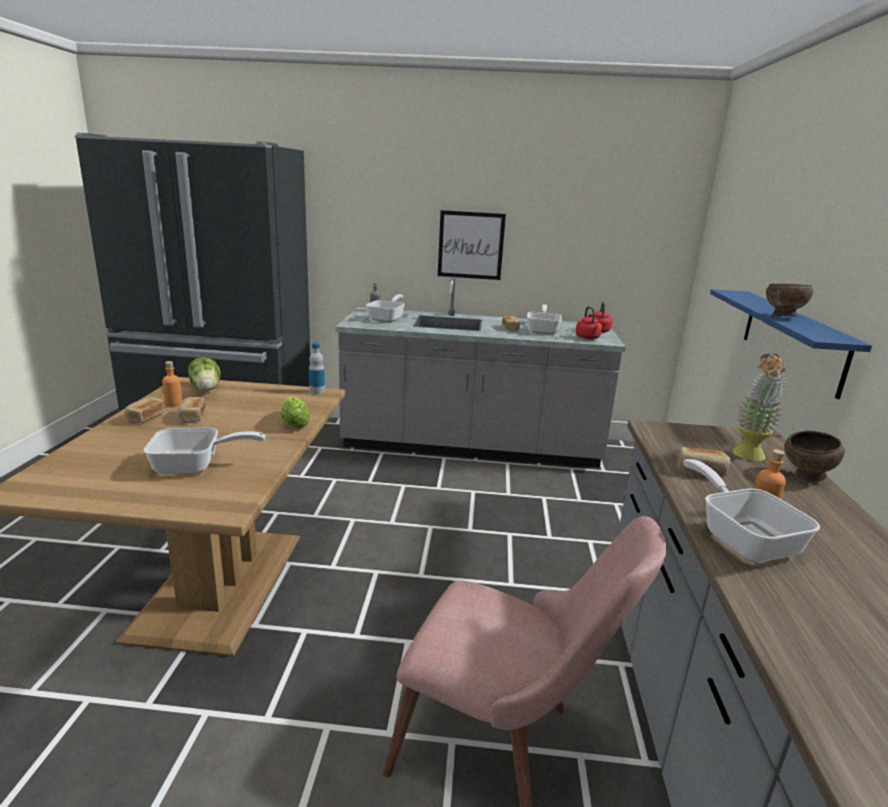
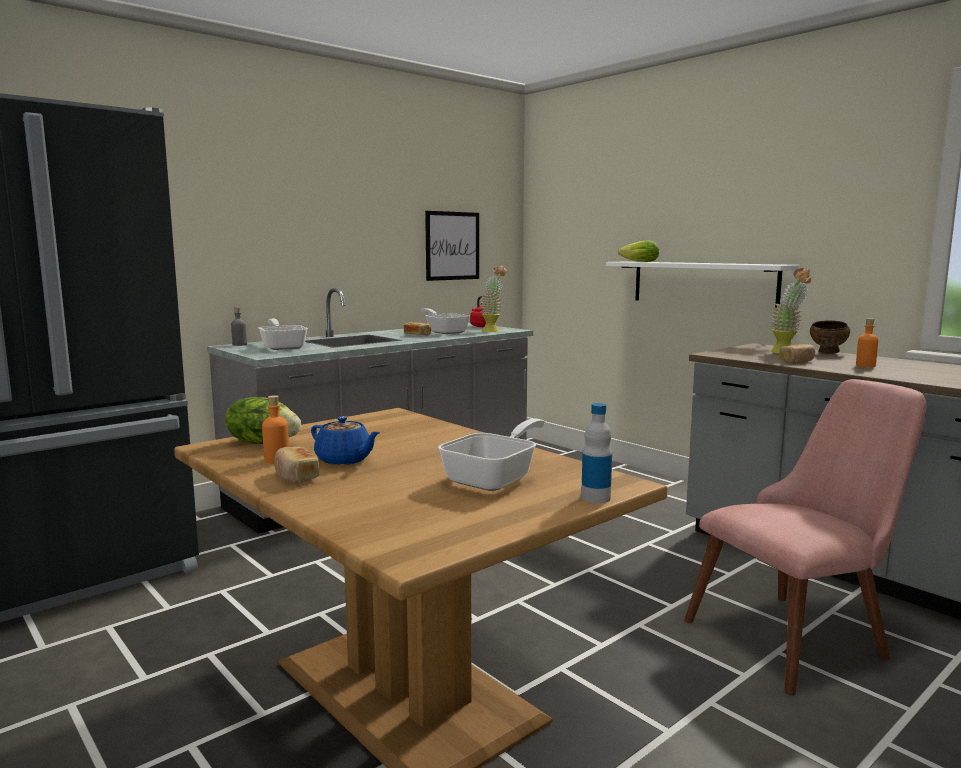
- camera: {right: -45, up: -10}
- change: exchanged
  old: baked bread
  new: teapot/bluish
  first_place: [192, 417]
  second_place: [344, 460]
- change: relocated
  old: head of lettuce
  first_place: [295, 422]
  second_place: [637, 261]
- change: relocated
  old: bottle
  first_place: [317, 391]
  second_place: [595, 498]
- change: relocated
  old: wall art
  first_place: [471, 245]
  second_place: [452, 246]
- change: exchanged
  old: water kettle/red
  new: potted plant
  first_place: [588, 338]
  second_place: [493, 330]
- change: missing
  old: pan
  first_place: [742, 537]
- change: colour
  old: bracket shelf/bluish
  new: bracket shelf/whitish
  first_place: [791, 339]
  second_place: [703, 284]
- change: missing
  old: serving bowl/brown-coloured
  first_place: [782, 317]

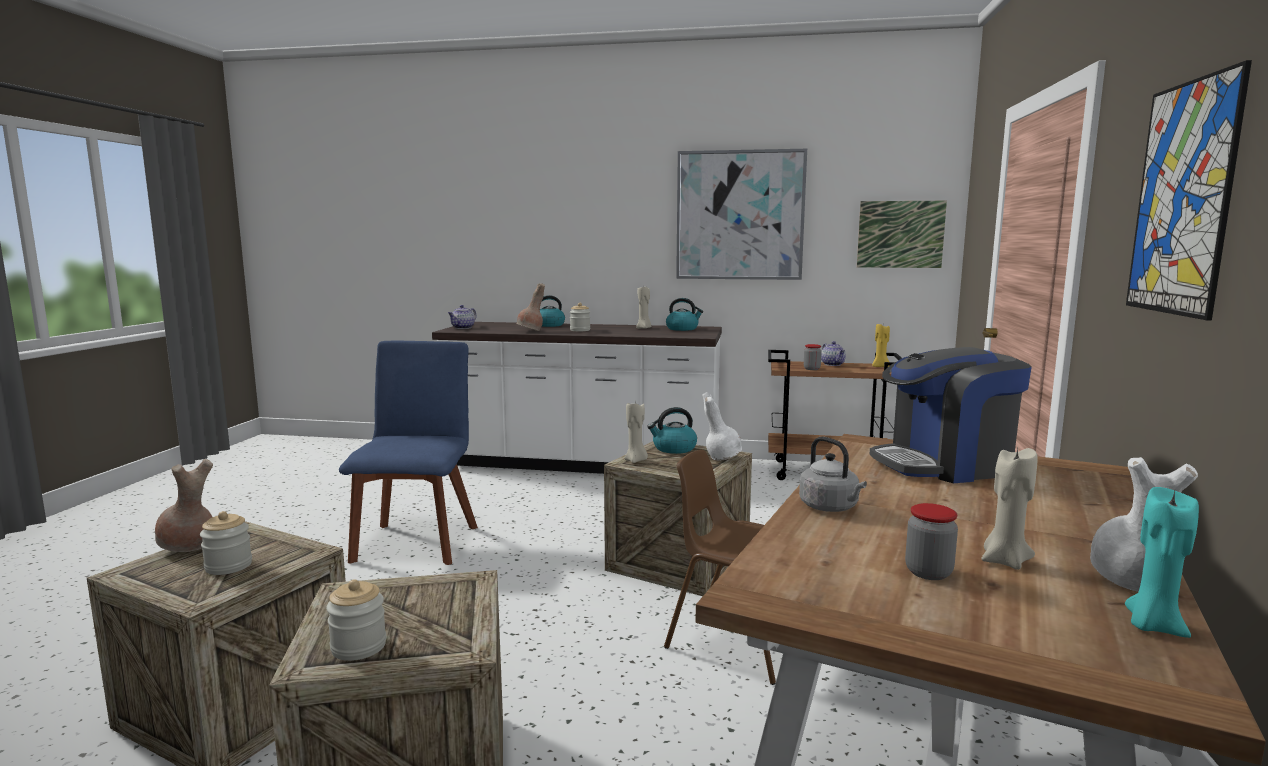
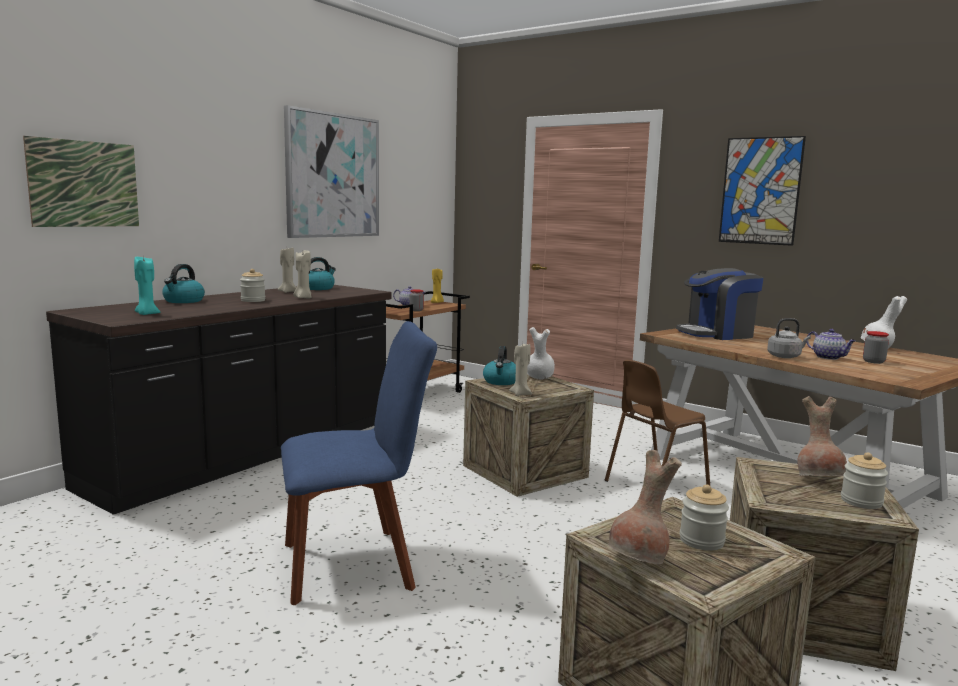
- camera: {right: -65, up: 0}
- change: spun
  old: chair/bluish
  first_place: [417, 541]
  second_place: [355, 564]
  degrees: 135
- change: colour
  old: kitchen base unit/whitish
  new: kitchen base unit/blackish
  first_place: [582, 464]
  second_place: [249, 455]
- change: relocated
  old: teapot
  first_place: [462, 328]
  second_place: [829, 357]
- change: relocated
  old: vase/brown-coloured
  first_place: [531, 331]
  second_place: [819, 480]
- change: relocated
  old: wall art
  first_place: [900, 234]
  second_place: [84, 184]
- change: spun
  old: coffee machine
  first_place: [945, 465]
  second_place: [717, 334]
  degrees: 60
- change: relocated
  old: wax candle/beige-coloured
  first_place: [1004, 561]
  second_place: [303, 298]
- change: relocated
  old: wax candle/blue-green
  first_place: [1152, 626]
  second_place: [146, 314]

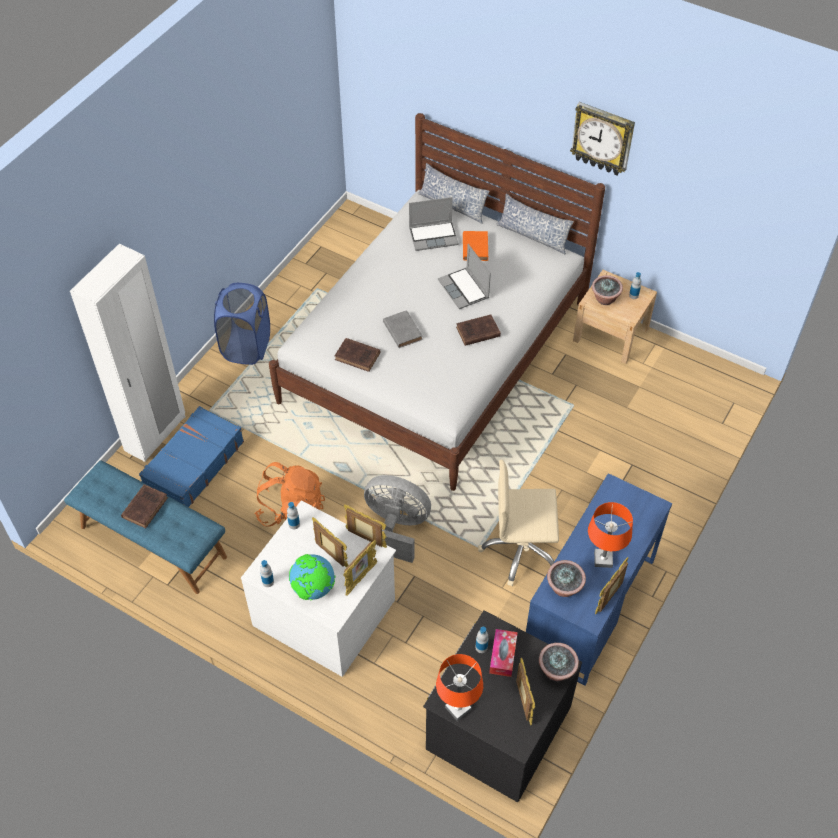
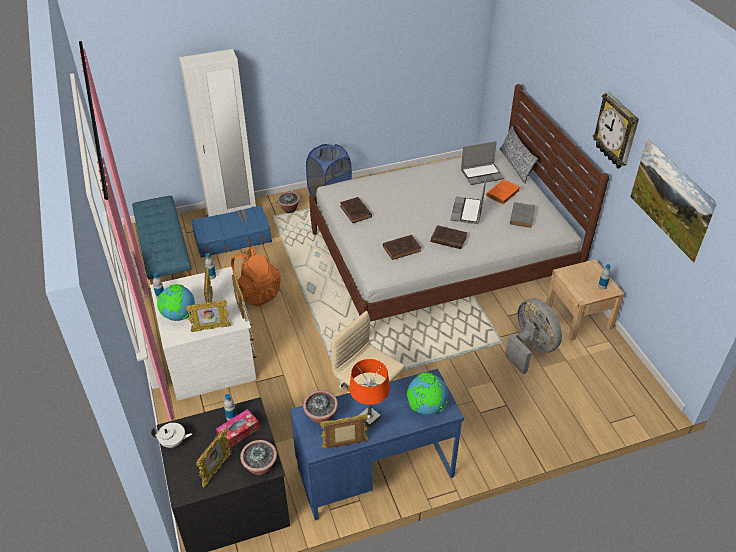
- camera: {right: 40, up: -10}
- change: relocated
  old: book/brown-coloured
  first_place: [145, 506]
  second_place: [402, 248]
- change: relocated
  old: fan/gray
  first_place: [397, 527]
  second_place: [530, 348]
- change: relocated
  old: book/gray
  first_place: [402, 330]
  second_place: [522, 216]
- change: spun
  old: portable computer
  first_place: [434, 236]
  second_place: [482, 174]
  degrees: -45
- change: exchanged
  old: lamp for a table/orangey
  new: teapot/whitish
  first_place: [458, 709]
  second_place: [173, 442]
- change: missing
  old: cushion
  first_place: [533, 236]
- change: relocated
  old: potted plant
  first_place: [605, 299]
  second_place: [289, 209]
- change: appeared
  new: world globe
  second_place: [426, 407]
- change: appeared
  new: wall art
  second_place: [665, 214]

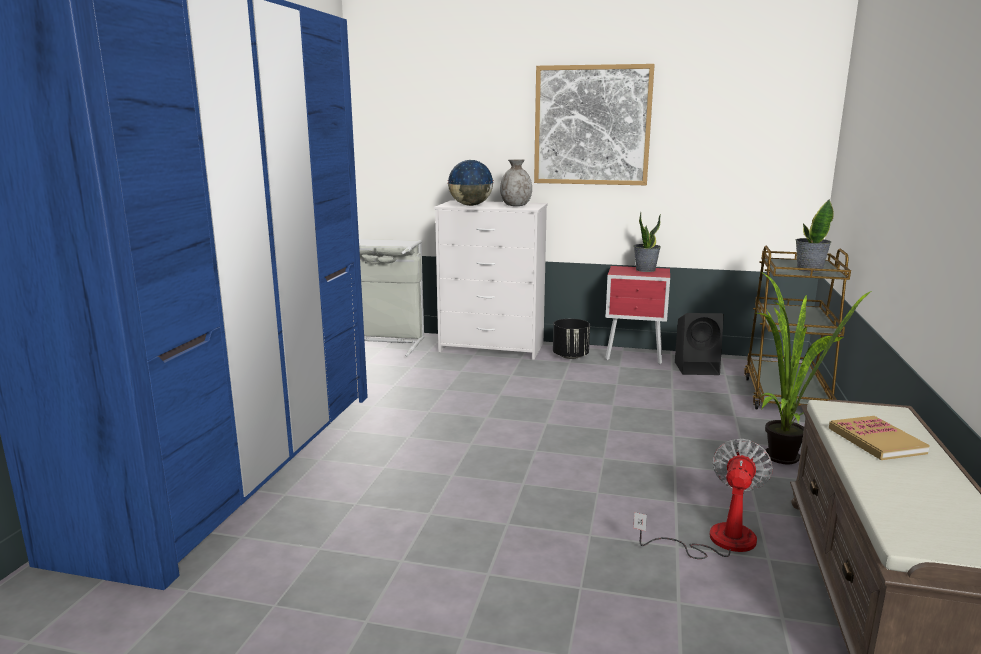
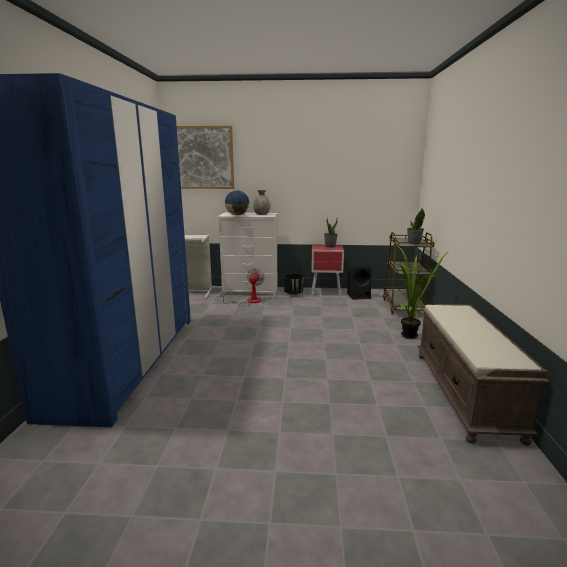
- camera: {right: -10, up: 0}
- change: relocated
  old: wall art
  first_place: [592, 125]
  second_place: [203, 158]
- change: relocated
  old: fan
  first_place: [716, 541]
  second_place: [249, 301]
- change: missing
  old: book
  first_place: [876, 441]

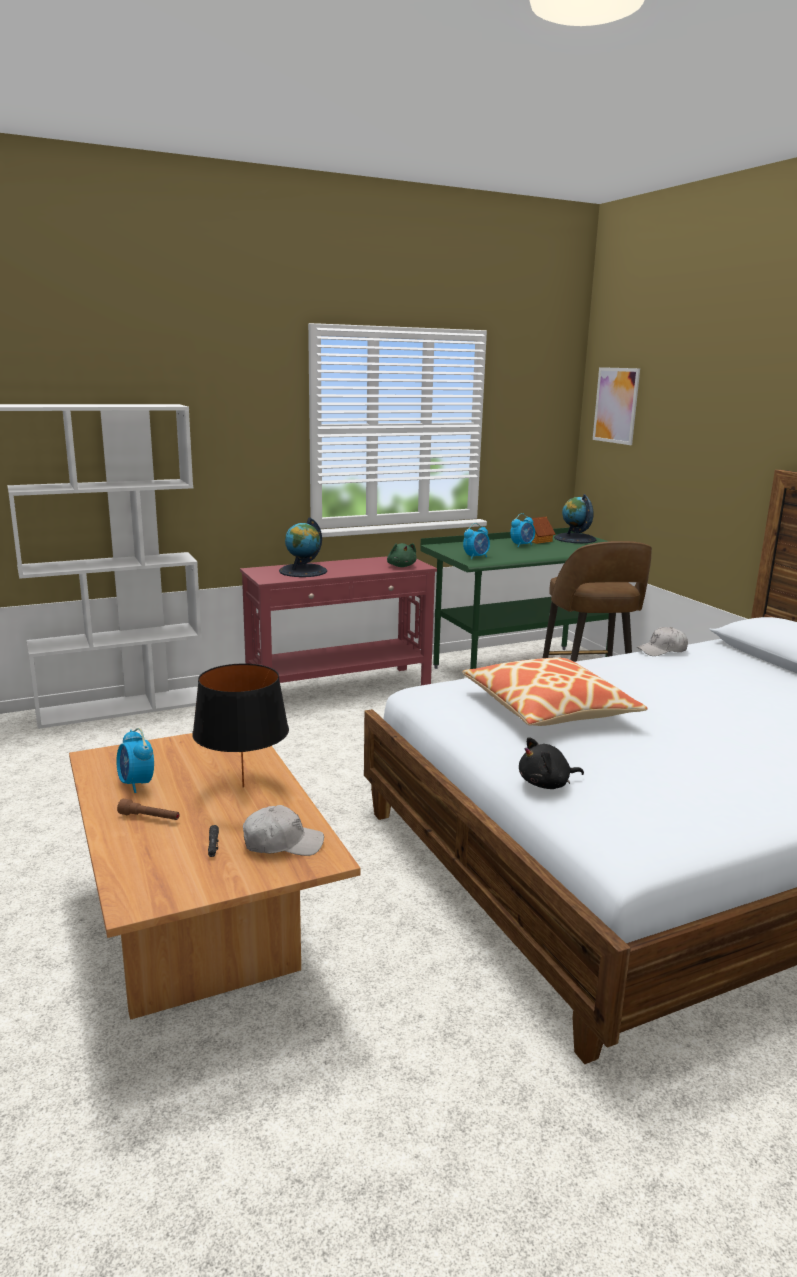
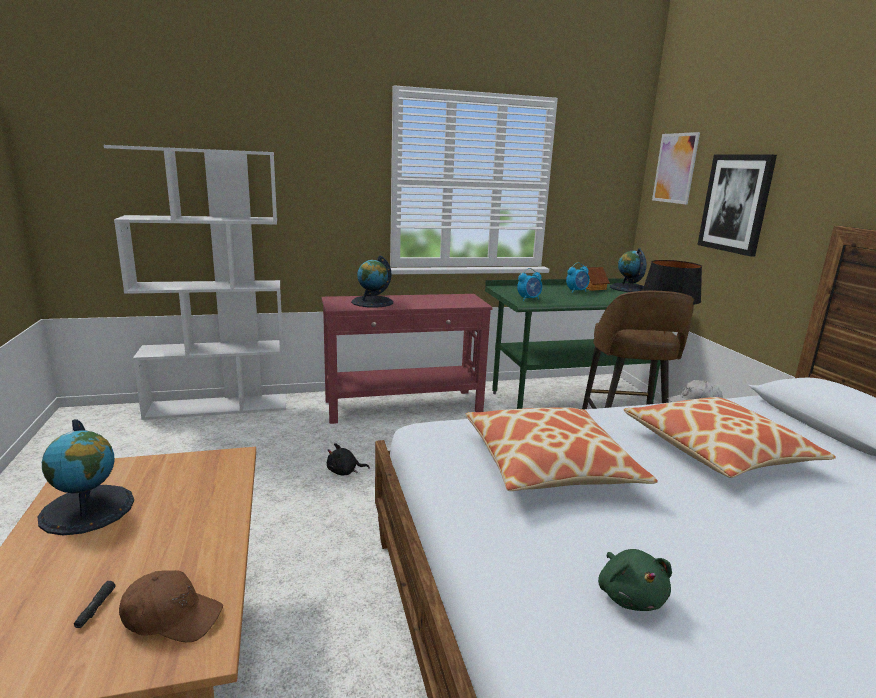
- camera: {right: 10, up: 0}
- change: exchanged
  old: alarm clock
  new: world globe
  first_place: [136, 784]
  second_place: [88, 509]
- change: missing
  old: flashlight/brown-coloured
  first_place: [149, 818]
- change: relocated
  old: lamp for a table/blackish
  first_place: [243, 787]
  second_place: [664, 333]
- change: colour
  old: cap/whitish
  new: cap/brown-coloured
  first_place: [282, 843]
  second_place: [172, 617]
- change: relocated
  old: plush toy/greenish
  first_place: [401, 566]
  second_place: [630, 596]
- change: relocated
  old: plush toy/blackish
  first_place: [547, 784]
  second_place: [344, 472]
- change: appeared
  new: cushion
  second_place: [718, 451]
- change: appeared
  new: wall art
  second_place: [736, 203]

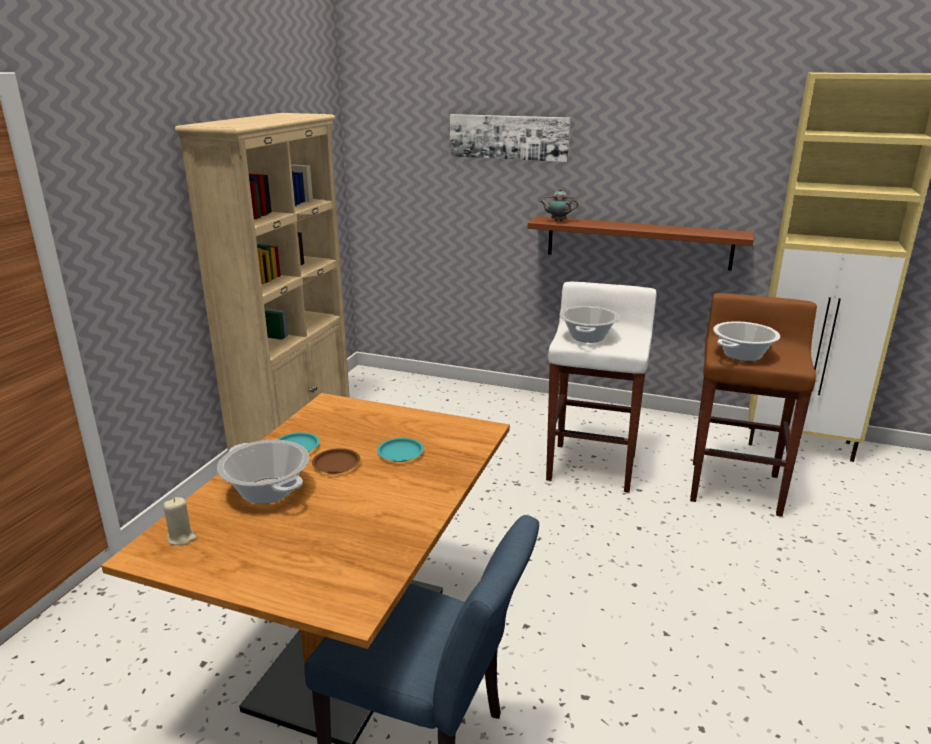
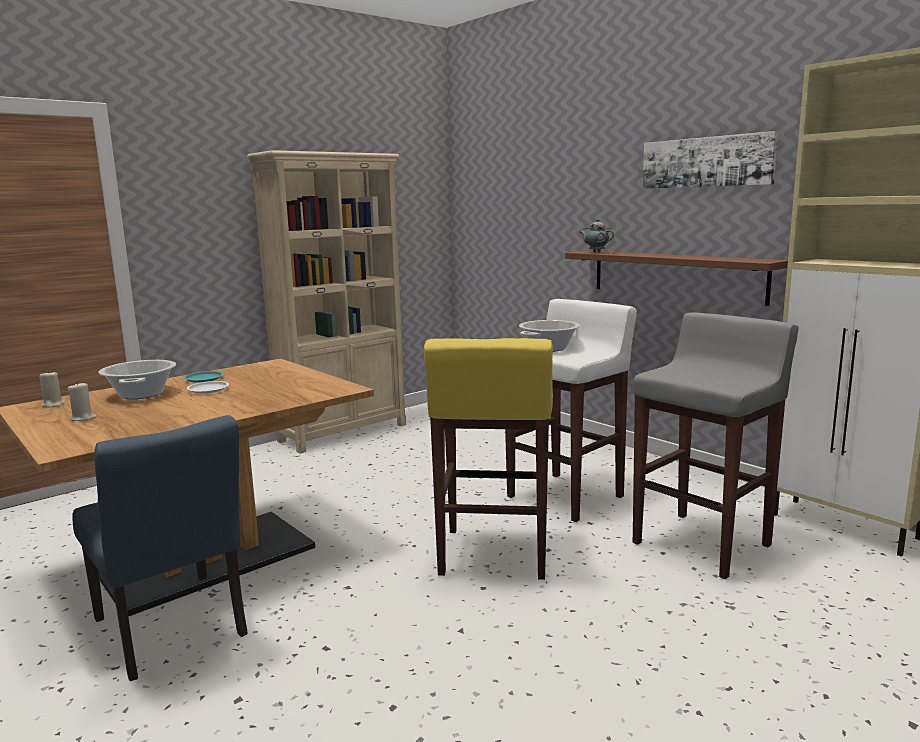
- camera: {right: 30, up: -10}
- change: colour
  old: flat dish/brown-coloured
  new: flat dish/whitish
  first_place: [336, 464]
  second_place: [208, 389]
- change: missing
  old: flat dish/blue-green
  first_place: [401, 453]
- change: relocated
  old: wall art
  first_place: [509, 137]
  second_place: [706, 162]
- change: colour
  old: stool seat/brown-coloured
  new: stool seat/gray
  first_place: [735, 487]
  second_place: [703, 544]
- change: missing
  old: cooking pot
  first_place: [742, 355]
- change: appeared
  new: wax candle/beige-coloured
  second_place: [83, 418]
- change: appeared
  new: stool seat/yellow-coloured
  second_place: [493, 555]

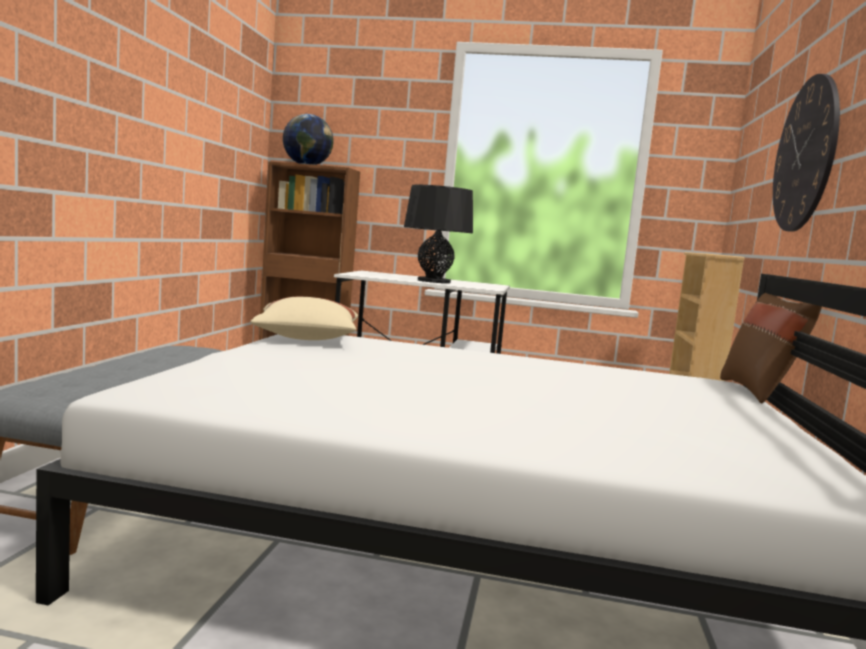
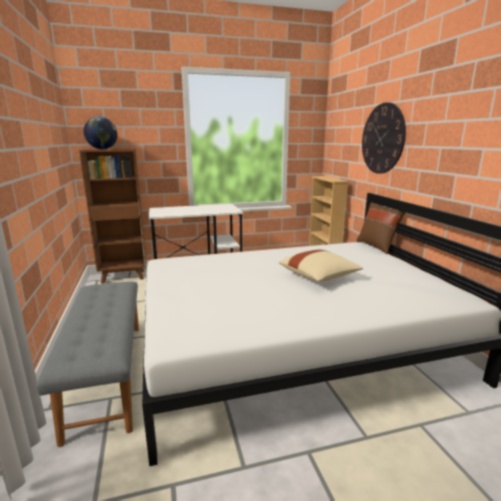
- camera: {right: -25, up: 10}
- change: relocated
  old: cushion/beige-coloured
  first_place: [306, 339]
  second_place: [319, 277]
- change: missing
  old: lamp for a table/blackish
  first_place: [433, 281]

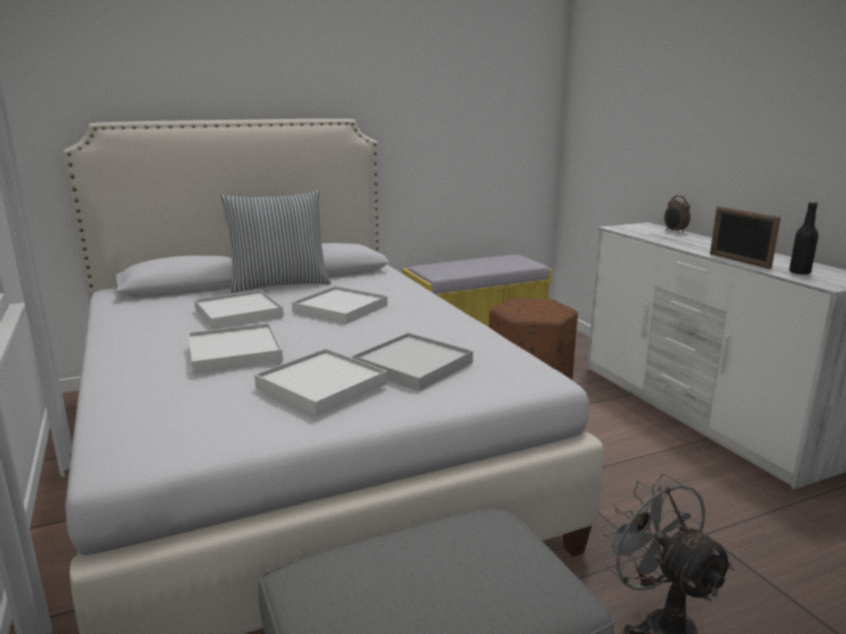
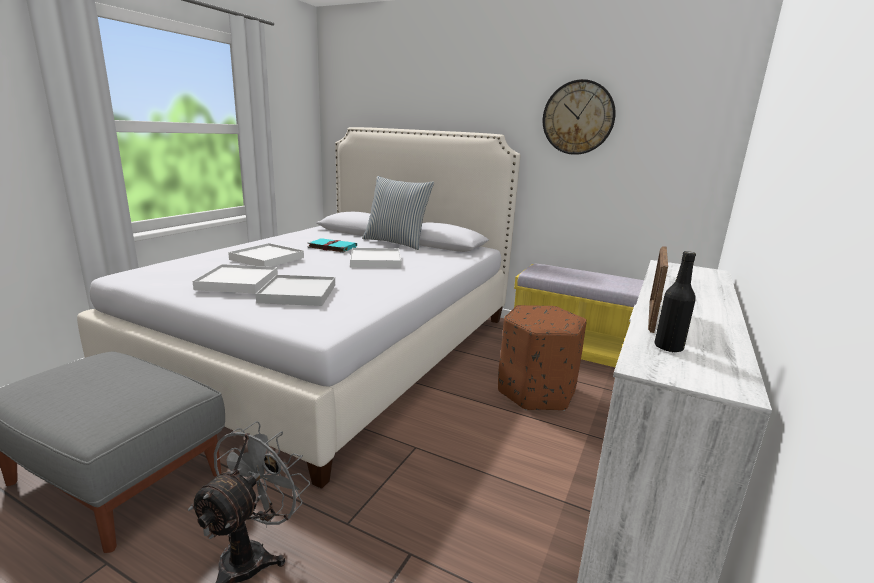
- camera: {right: 50, up: 0}
- change: exchanged
  old: serving tray/whitish
  new: book/blue-green
  first_place: [239, 313]
  second_place: [331, 247]
- change: missing
  old: alarm clock
  first_place: [674, 231]
- change: appeared
  new: hanging clock
  second_place: [578, 118]

